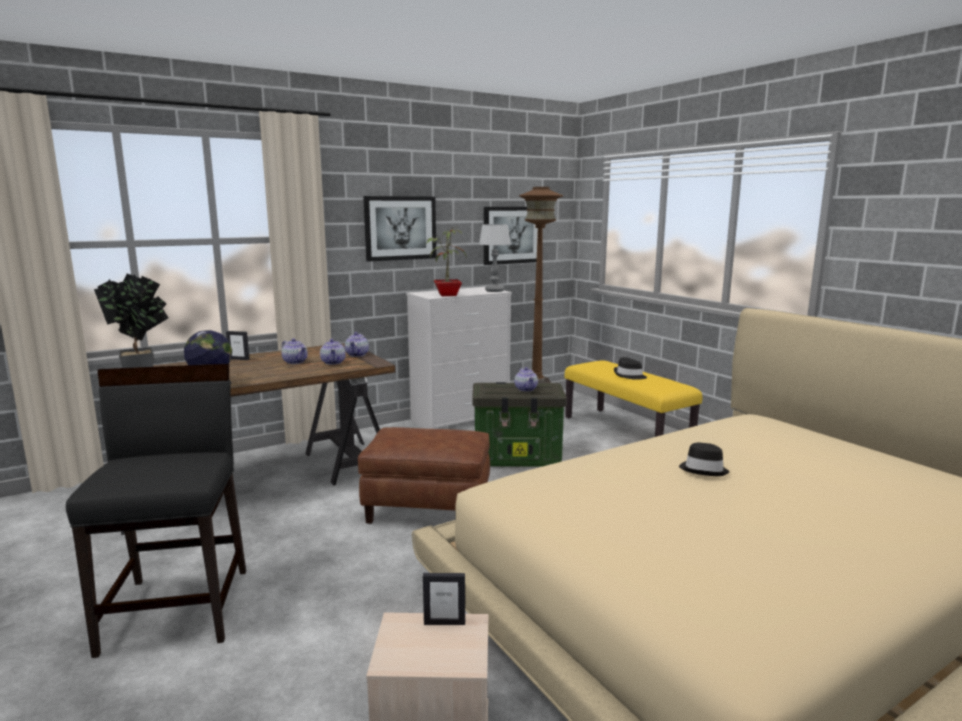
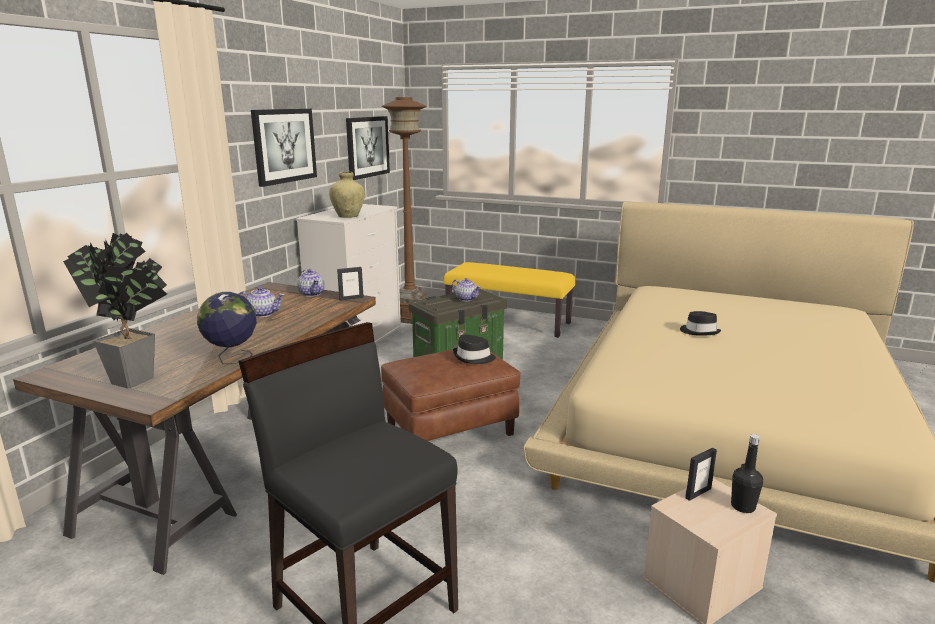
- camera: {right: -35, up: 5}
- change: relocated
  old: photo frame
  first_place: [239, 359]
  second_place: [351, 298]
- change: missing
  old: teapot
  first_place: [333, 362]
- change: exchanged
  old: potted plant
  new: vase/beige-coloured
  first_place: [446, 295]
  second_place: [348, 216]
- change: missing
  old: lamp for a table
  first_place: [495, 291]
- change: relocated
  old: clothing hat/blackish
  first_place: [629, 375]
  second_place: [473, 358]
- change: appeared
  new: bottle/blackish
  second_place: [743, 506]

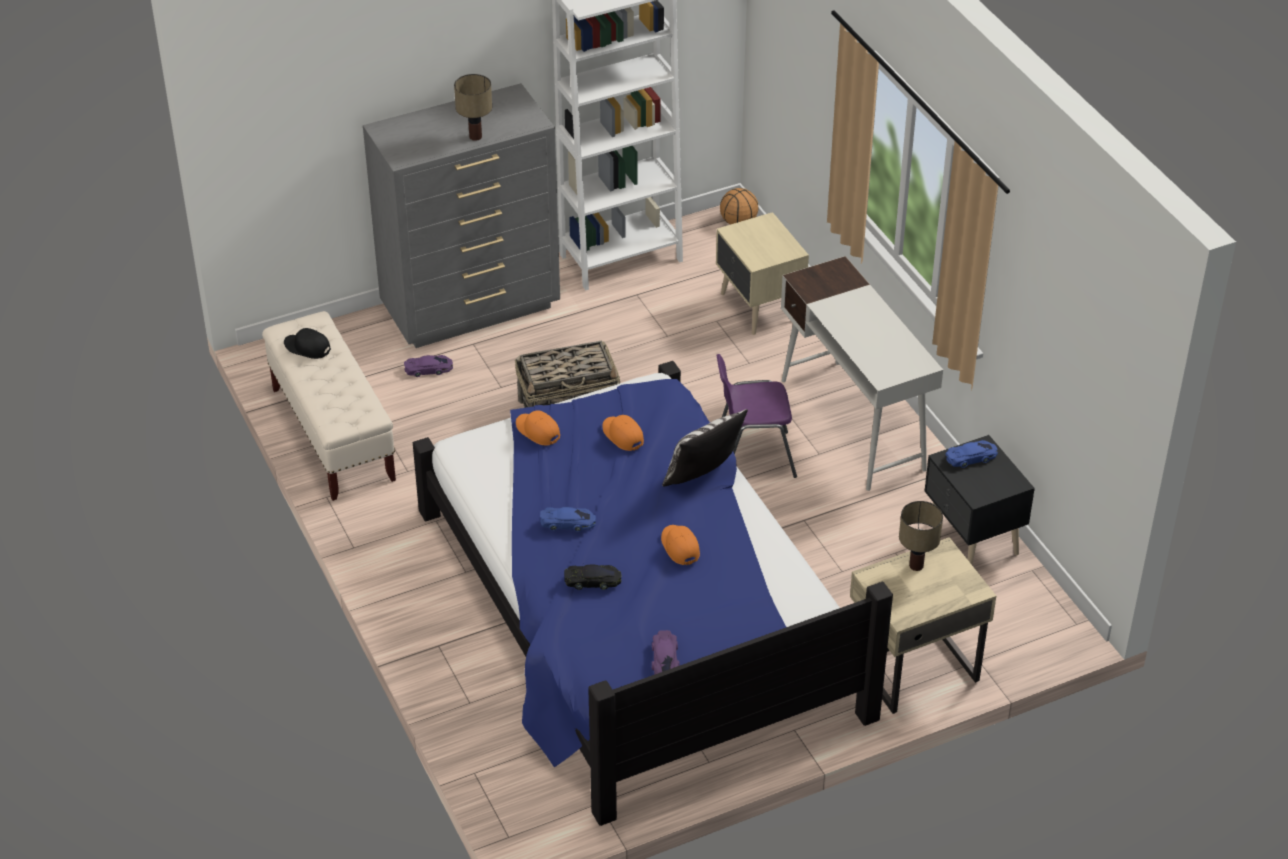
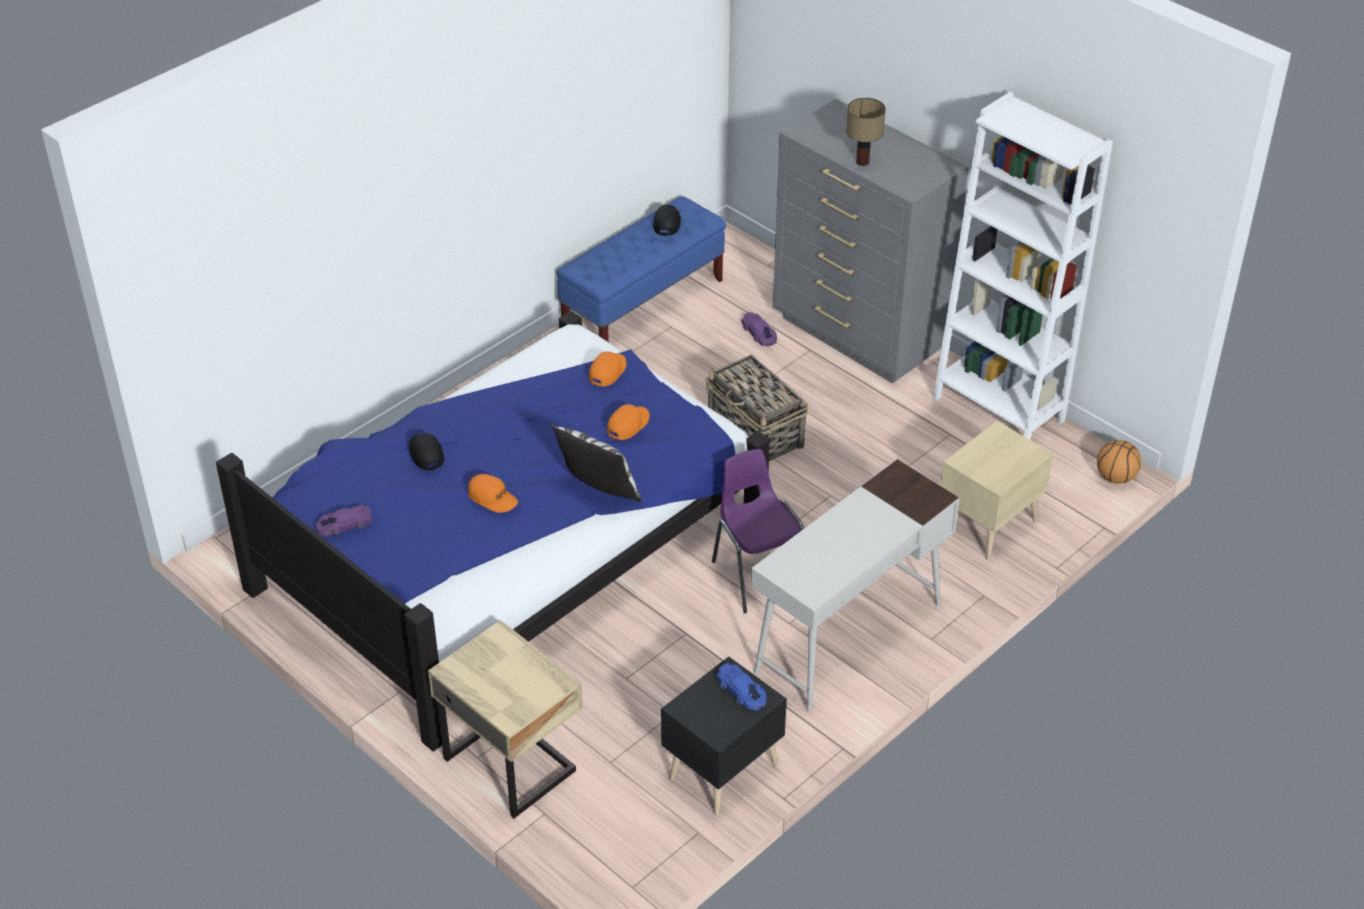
- camera: {right: 70, up: 0}
- change: colour
  old: long seat/beige-coloured
  new: long seat/bluish
  first_place: [333, 434]
  second_place: [643, 304]
- change: missing
  old: model car/bluish
  first_place: [568, 523]
- change: exchanged
  old: model car/blackish
  new: cap/blackish
  first_place: [593, 580]
  second_place: [426, 454]
- change: spun
  old: cap/orangey
  first_place: [679, 547]
  second_place: [492, 498]
  degrees: 75
- change: missing
  old: lamp for a table
  first_place: [915, 566]

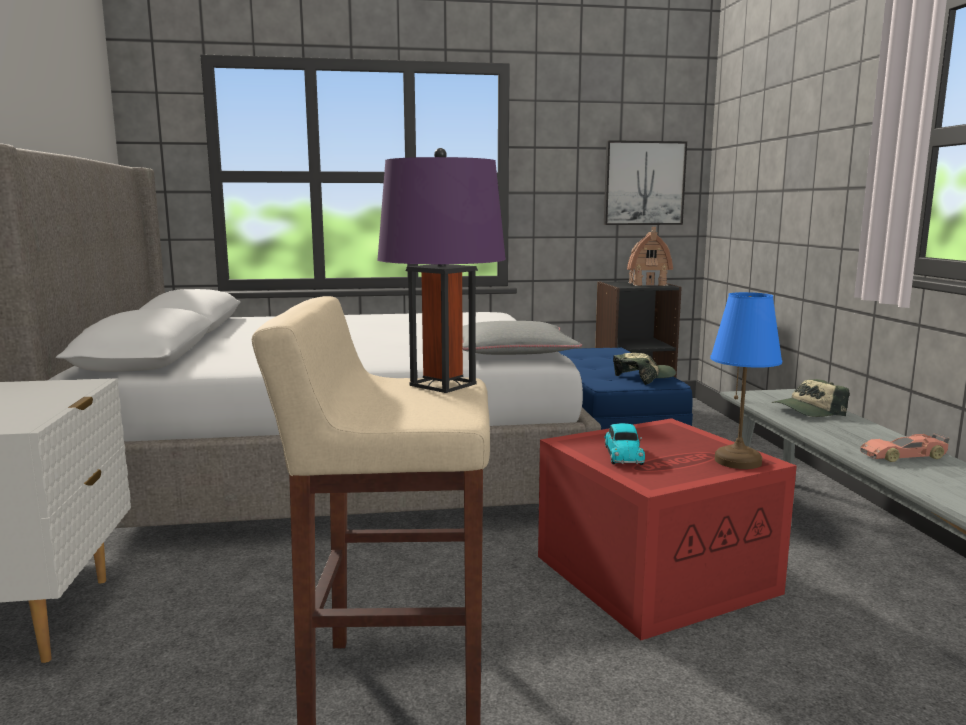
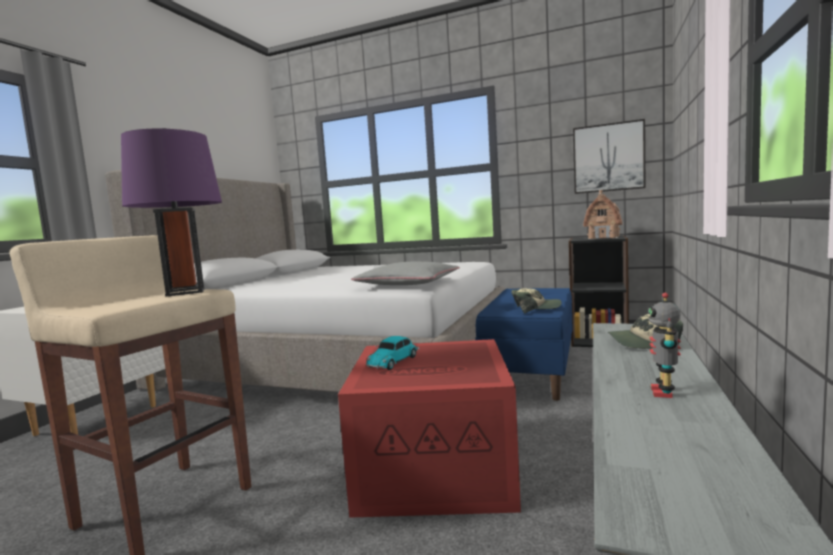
- camera: {right: 30, up: -5}
- change: missing
  old: lamp for a table/bluish
  first_place: [739, 461]
- change: exchanged
  old: model car
  new: toy robot
  first_place: [904, 456]
  second_place: [664, 392]

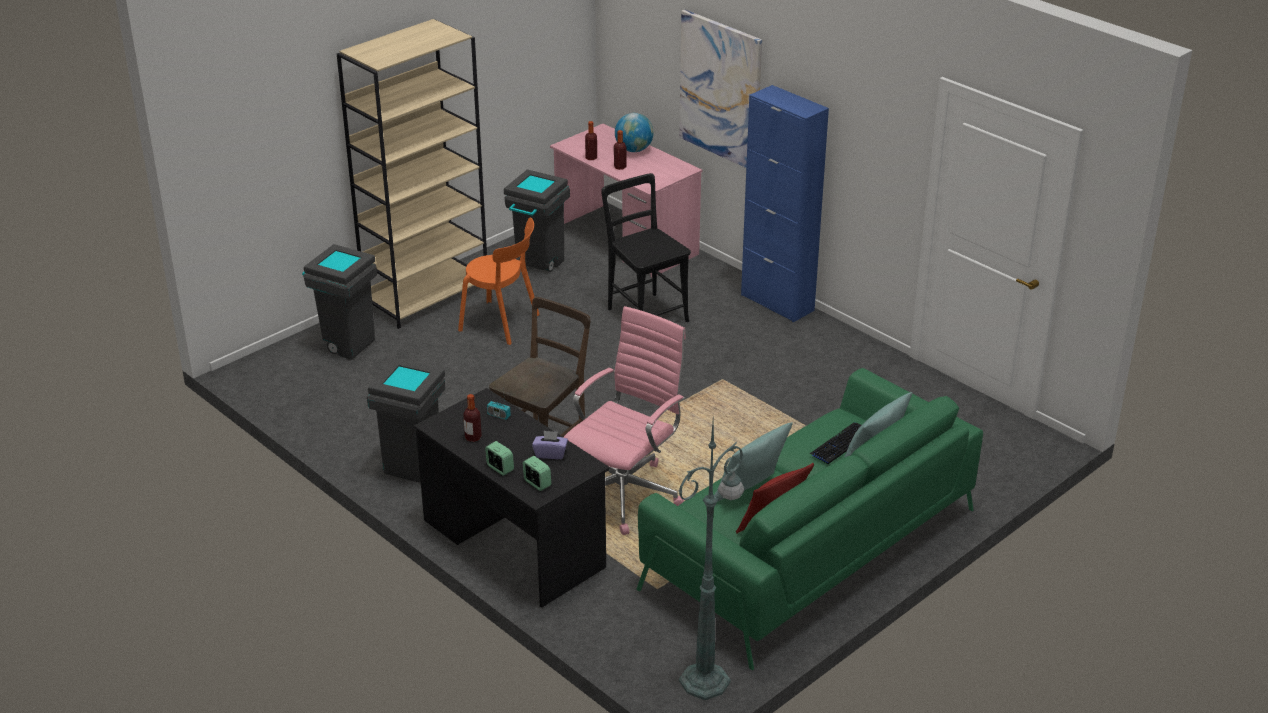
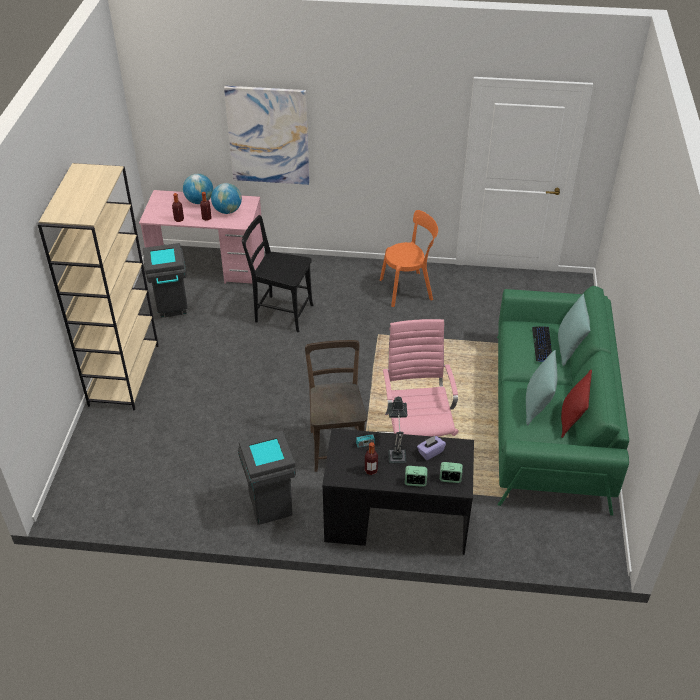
- camera: {right: -40, up: 10}
- change: missing
  old: waste bin/gray
  first_place: [346, 345]
- change: relocated
  old: chair/orangey
  first_place: [502, 323]
  second_place: [409, 289]
- change: missing
  old: floor lamp/greenish
  first_place: [706, 680]
- change: missing
  old: storage cabinet/bluish
  first_place: [777, 303]
- change: appeared
  new: world globe
  second_place: [227, 211]
- change: appeared
  new: lamp for a table
  second_place: [397, 453]

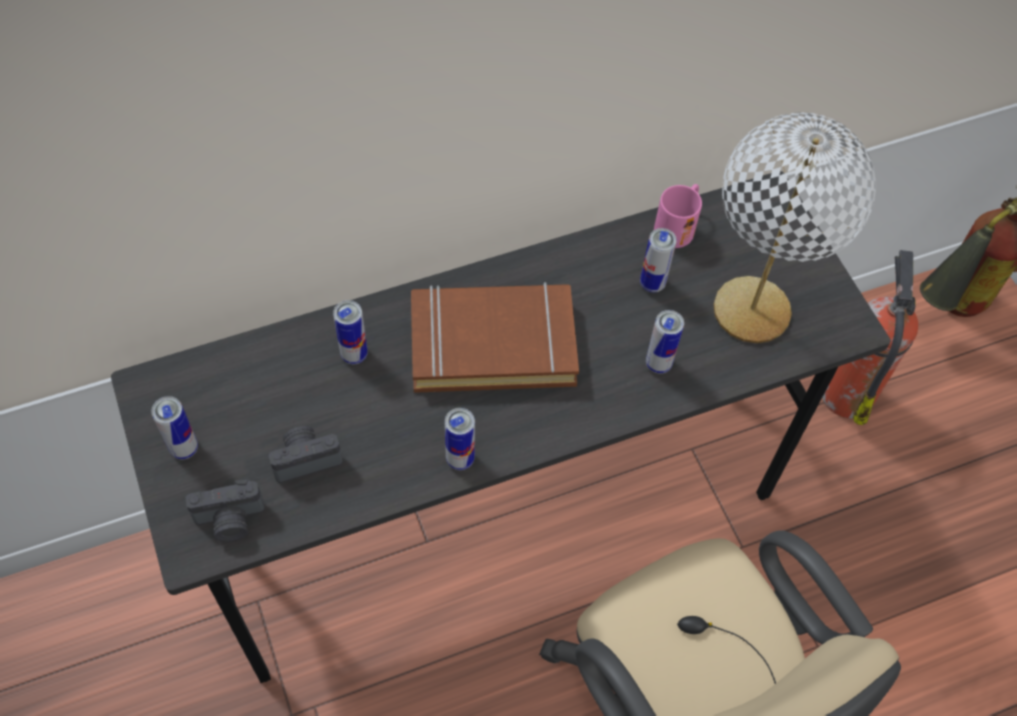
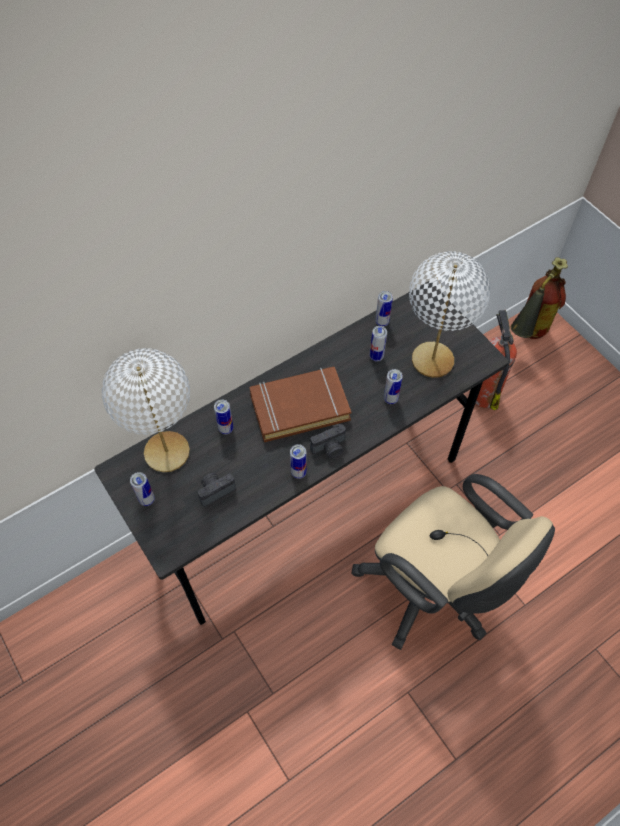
- camera: {right: -10, up: 0}
- change: relocated
  old: still camera
  first_place: [230, 521]
  second_place: [330, 448]
- change: exchanged
  old: mug/pinkish
  new: can
  first_place: [677, 225]
  second_place: [382, 322]
- change: appeared
  new: lamp for a table/whitish
  second_place: [166, 453]

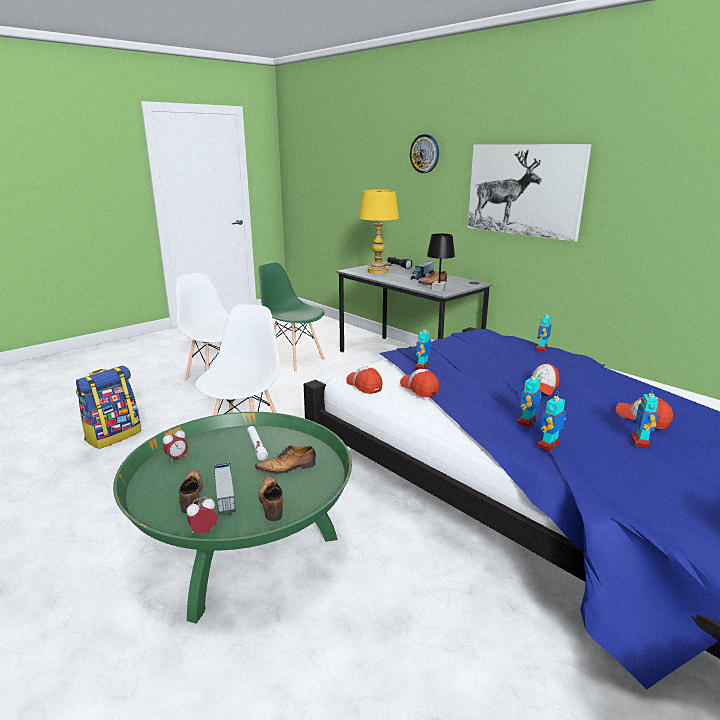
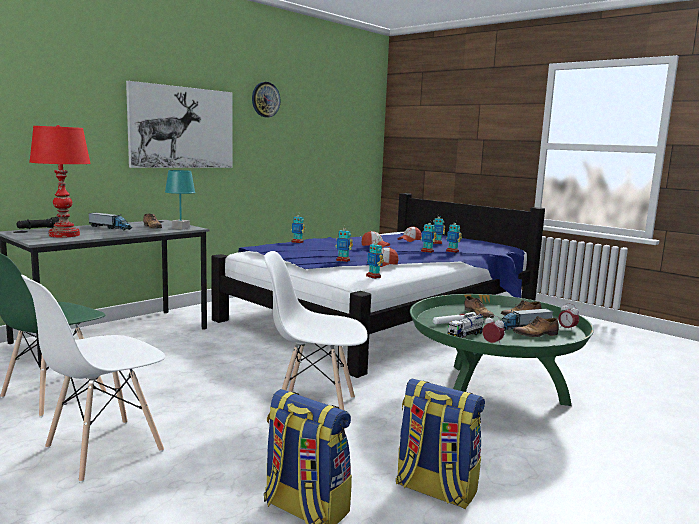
- camera: {right: -95, up: -10}
- change: exchanged
  old: cap
  new: toy robot
  first_place: [364, 385]
  second_place: [373, 277]
- change: colour
  old: lamp for a table/yellow-coloured
  new: lamp for a table/red
  first_place: [378, 271]
  second_place: [64, 235]
- change: relocated
  old: hanging clock
  first_place: [425, 153]
  second_place: [265, 99]
- change: colour
  old: lamp for a table/blackish
  new: lamp for a table/blue-green
  first_place: [438, 289]
  second_place: [180, 228]
- change: appeared
  new: backpack
  second_place: [435, 490]
- change: appeared
  new: toy lorry
  second_place: [465, 335]

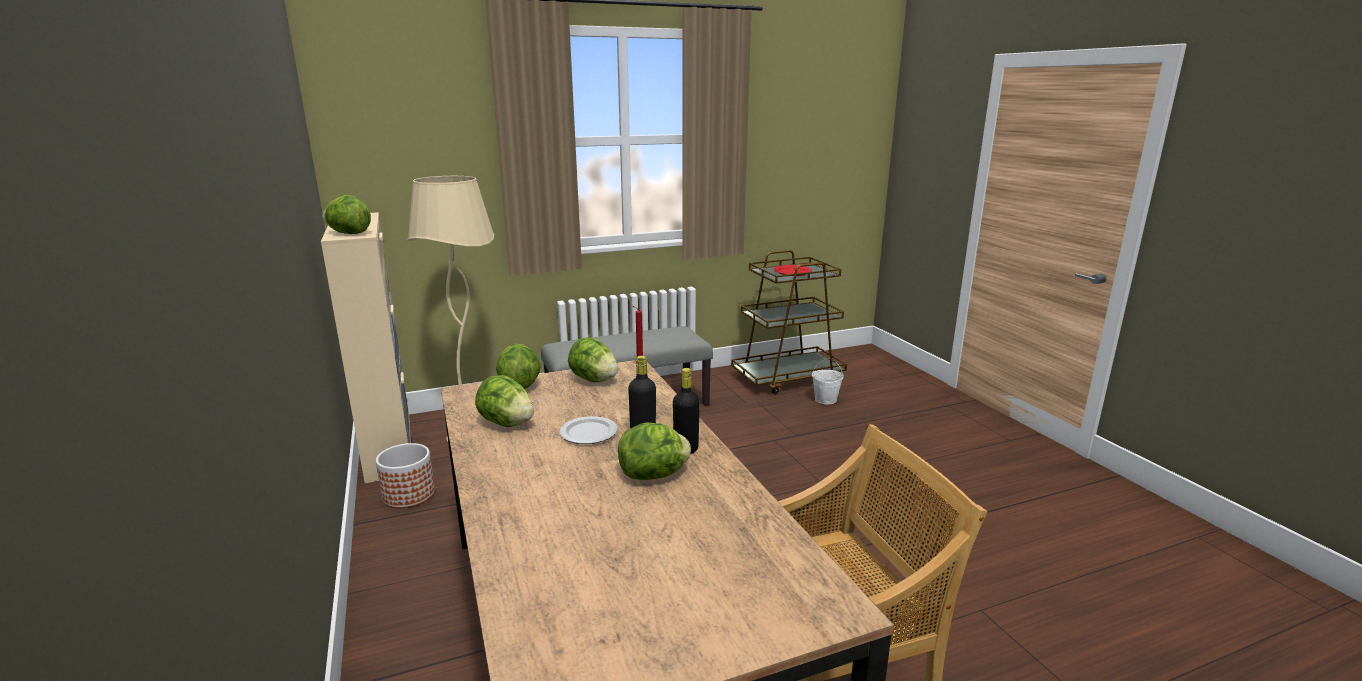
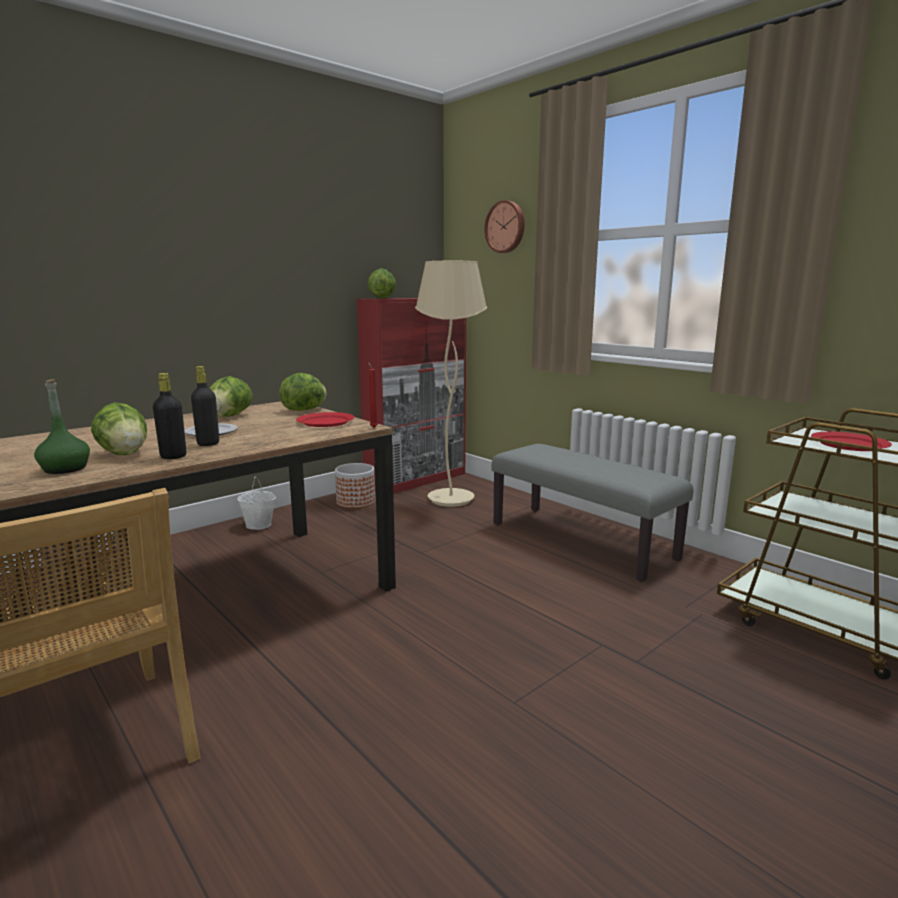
- camera: {right: 70, up: -5}
- change: colour
  old: storage cabinet/beige-coloured
  new: storage cabinet/red
  first_place: [389, 446]
  second_place: [417, 480]
- change: exchanged
  old: head of lettuce
  new: flat dish/red
  first_place: [593, 380]
  second_place: [326, 422]
- change: relocated
  old: bucket/whitish
  first_place: [826, 399]
  second_place: [259, 525]
- change: appeared
  new: bottle/greenish
  second_place: [65, 469]
- change: appeared
  new: hanging clock
  second_place: [506, 227]

